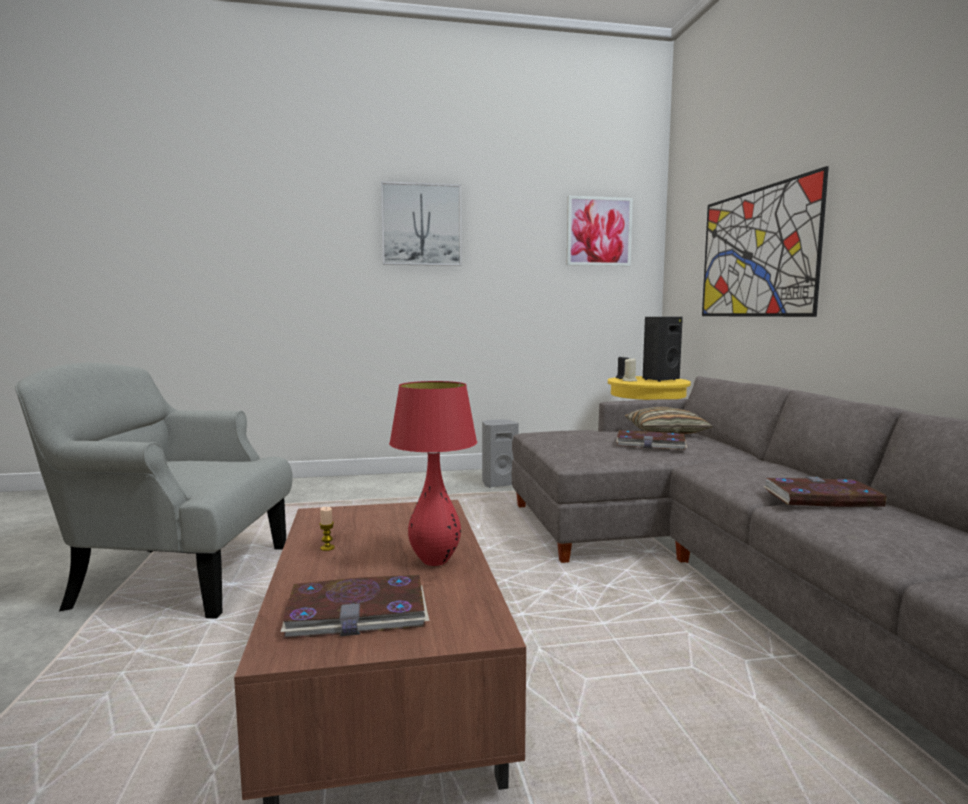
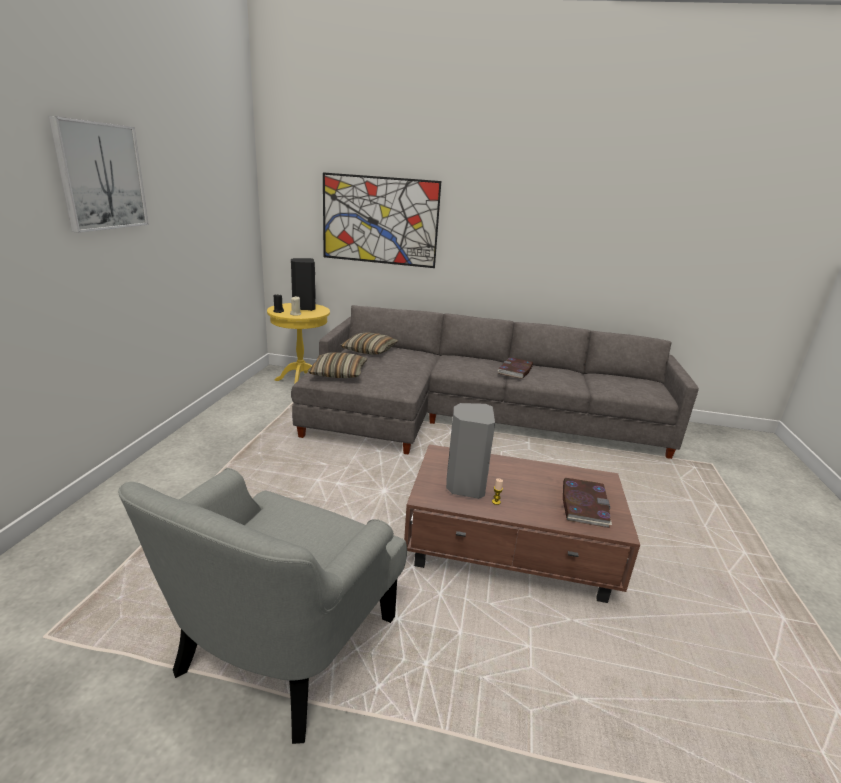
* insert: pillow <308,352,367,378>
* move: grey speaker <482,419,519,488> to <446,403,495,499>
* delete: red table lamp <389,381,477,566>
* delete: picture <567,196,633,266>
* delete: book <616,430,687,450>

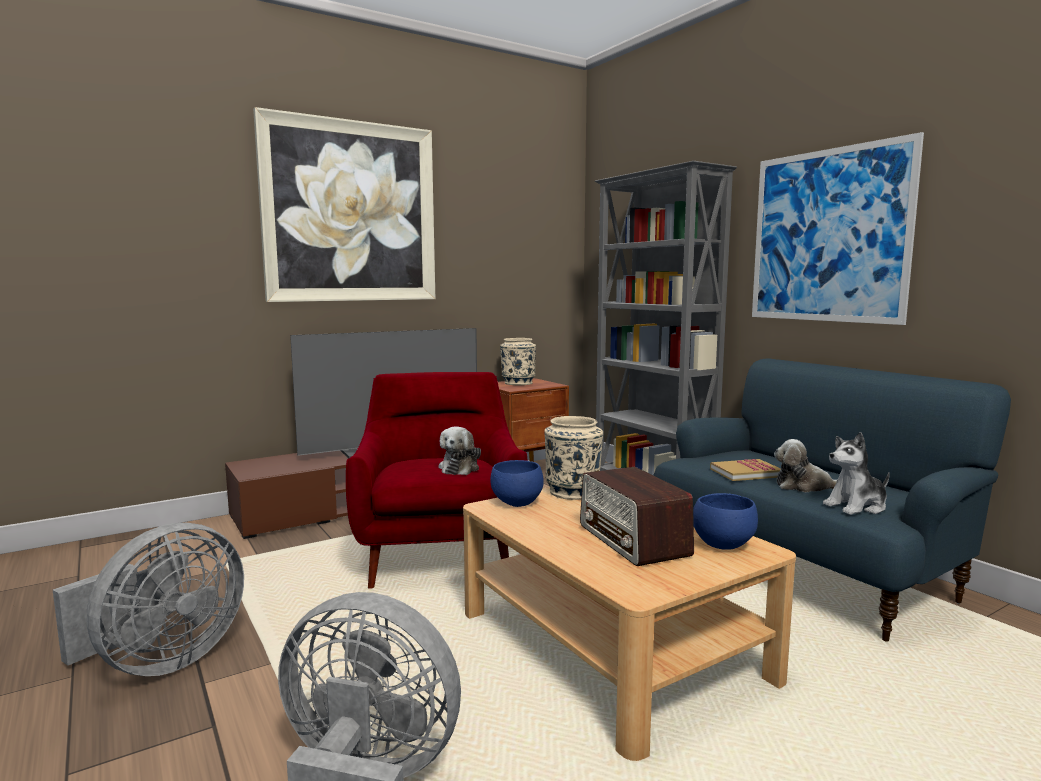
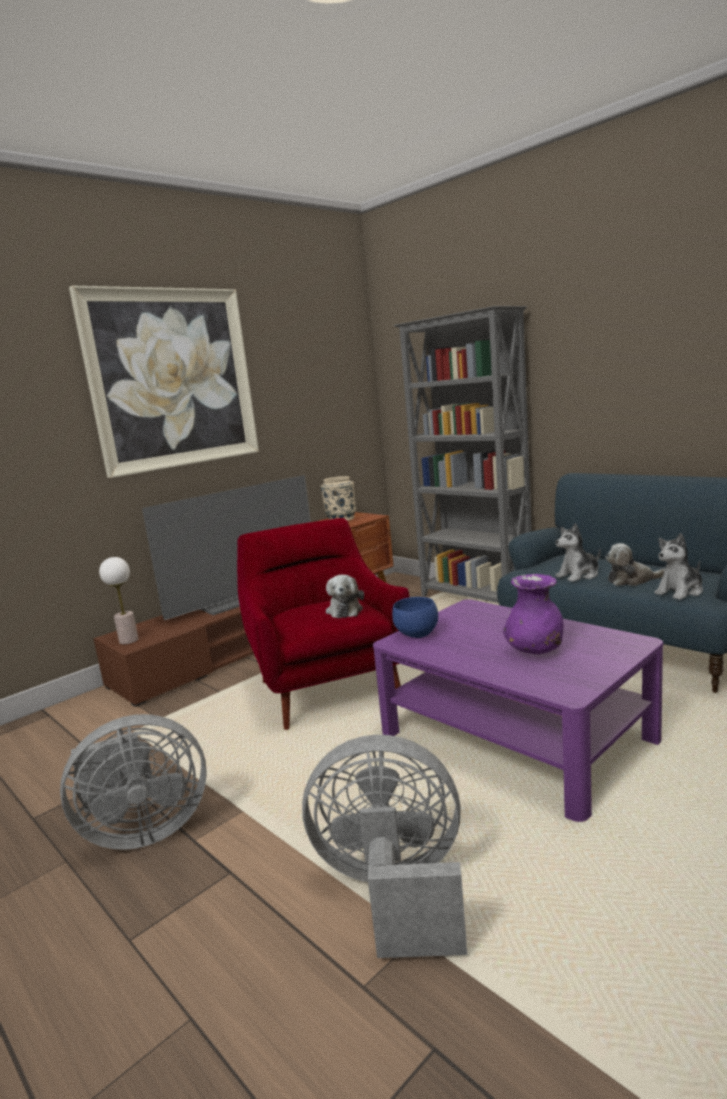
* rotate: grey fan <53,523,244,676> = <60,714,207,850> 45 degrees clockwise
* insert: table lamp <99,557,139,644>
* recolor: beige coffee table <463,487,796,761> to purple coffee table <373,599,663,822>
* replace: radio <580,467,694,566> to purple vase <503,574,563,654>
* replace: book <710,459,781,481> to plush toy <555,523,601,582>
* delete: beige vase <544,416,603,500>
* delete: blue bowl <693,493,758,550>
* delete: picture <752,132,924,325>

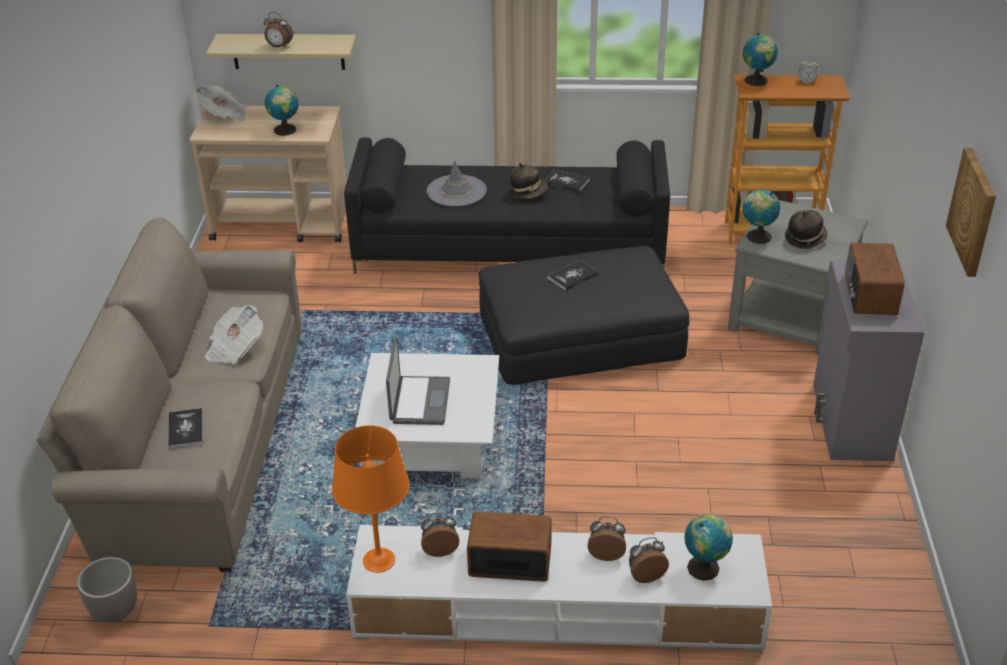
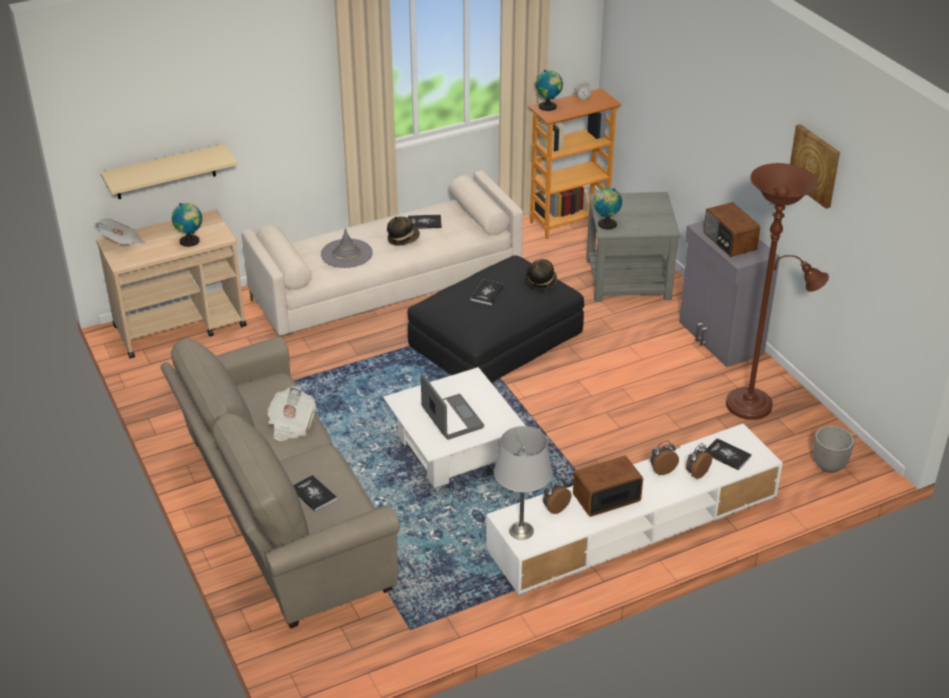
* recolor: black sofa <344,137,670,274> to beige sofa <242,171,523,337>
* recolor: orange table lamp <332,425,410,573> to grey table lamp <494,426,552,540>
* move: hat <785,210,828,249> to <525,259,557,291>
* replace: globe <684,514,733,581> to book <704,438,752,471>
* insert: brown floor lamp <726,163,829,420>
* move: planter <77,557,137,623> to <813,426,854,473>
* delete: alarm clock <263,12,293,48>

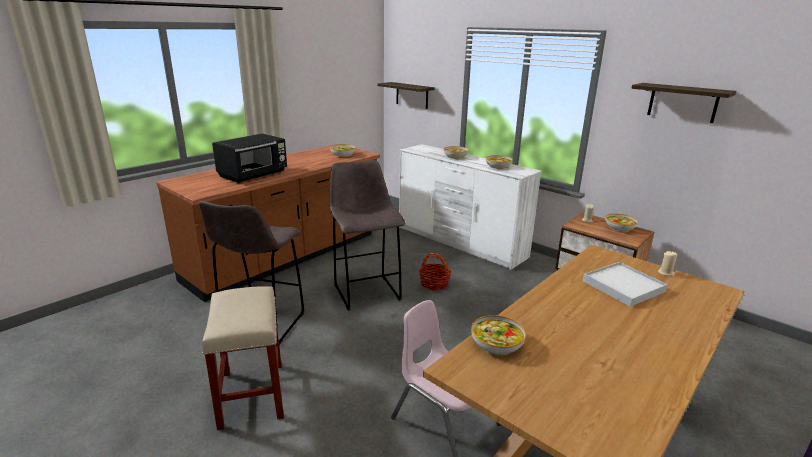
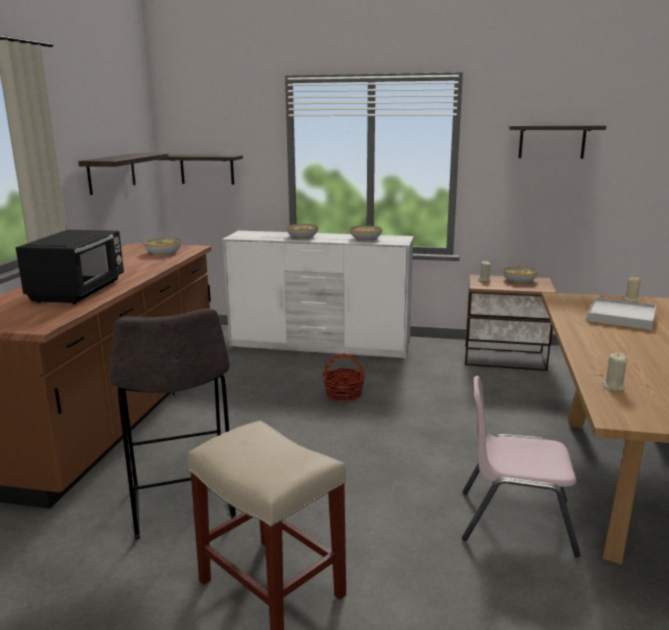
* insert: shelf <78,153,169,195>
* replace: bowl <471,315,526,355> to beige candle <602,353,627,391>
* delete: grey stool <330,160,405,311>

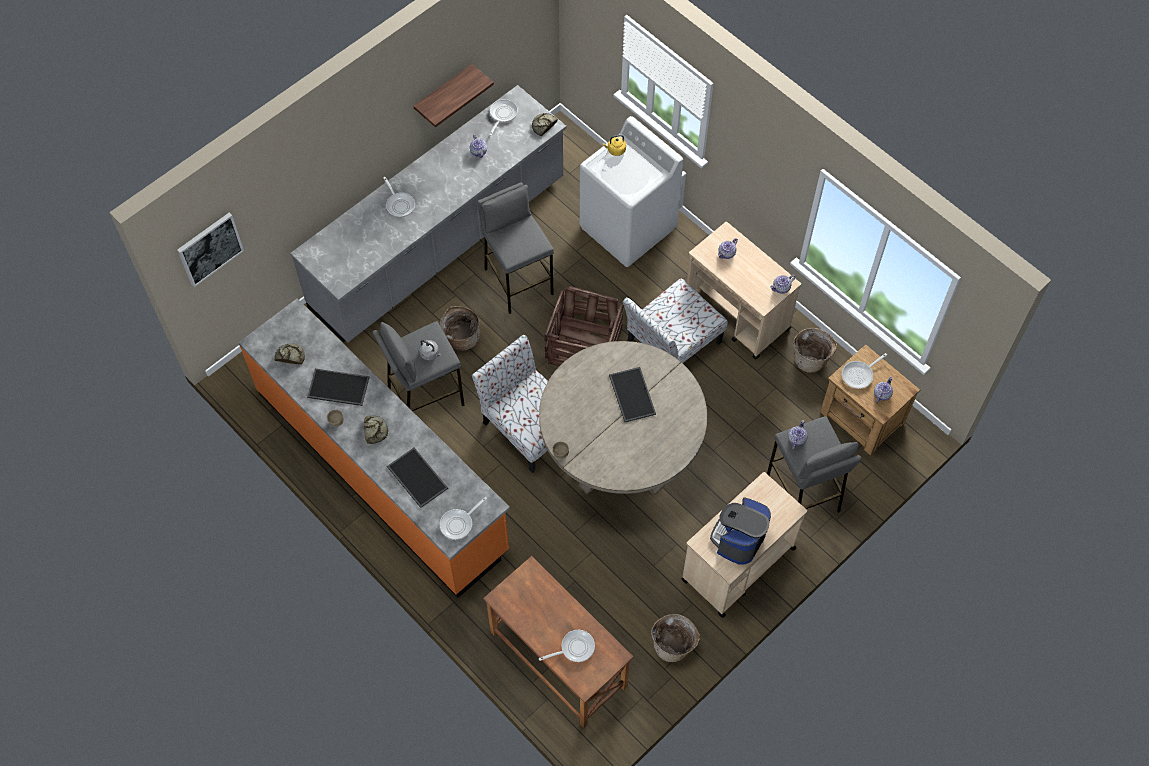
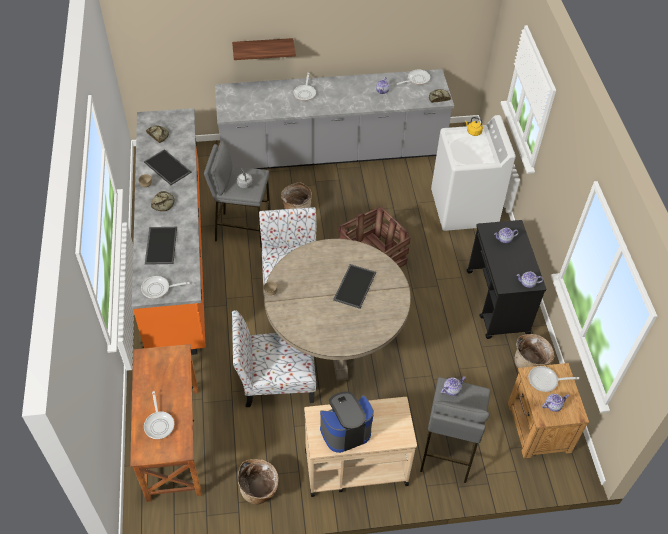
* rotate: frying pan <539,630,595,662> = <144,391,174,439> 60 degrees clockwise
* move: shelf <414,64,494,127> to <232,38,296,60>
* move: chair <623,279,728,363> to <232,310,316,407>
* recolor: beige cart <687,222,801,359> to black cart <467,220,546,339>
* delete: picture <177,213,244,287>
* delete: grey stool <478,182,554,314>

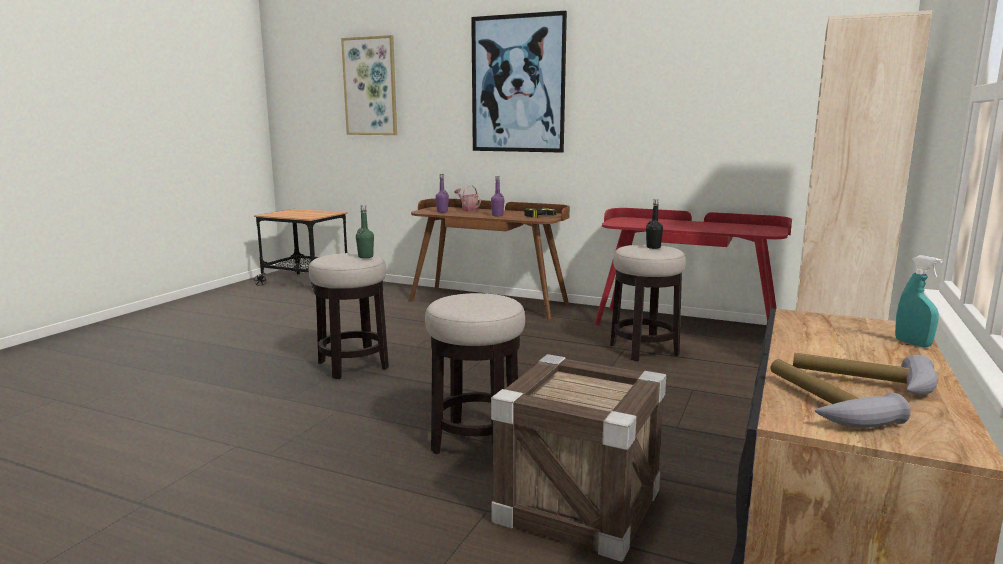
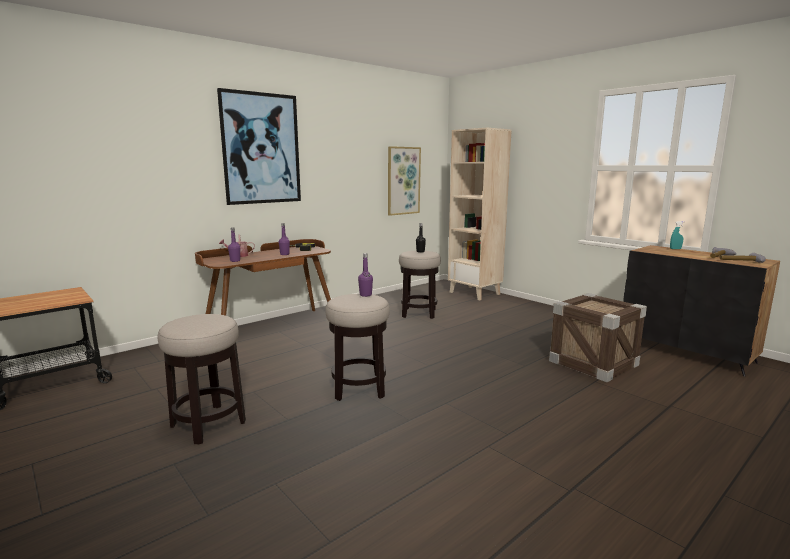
* move: stool <425,293,525,454> to <158,314,246,445>
* recolor: green bottle <356,205,374,258> to purple bottle <358,253,373,297>
* move: picture <341,35,397,135> to <388,146,421,216>
* delete: red desk <594,208,792,325>

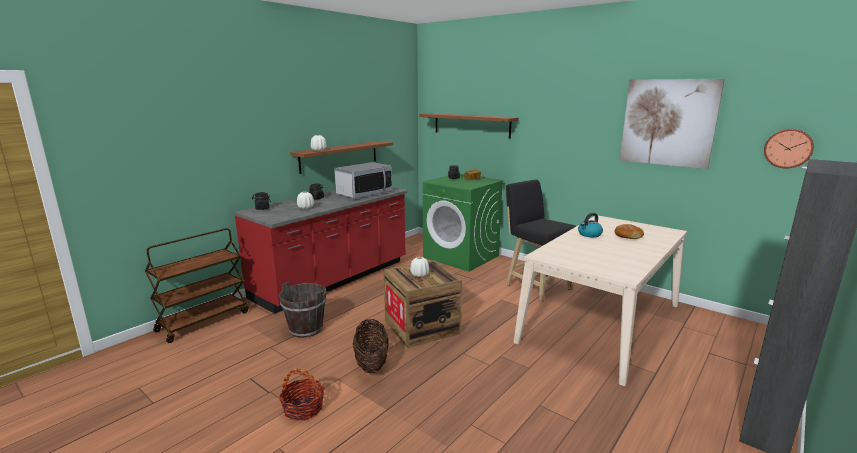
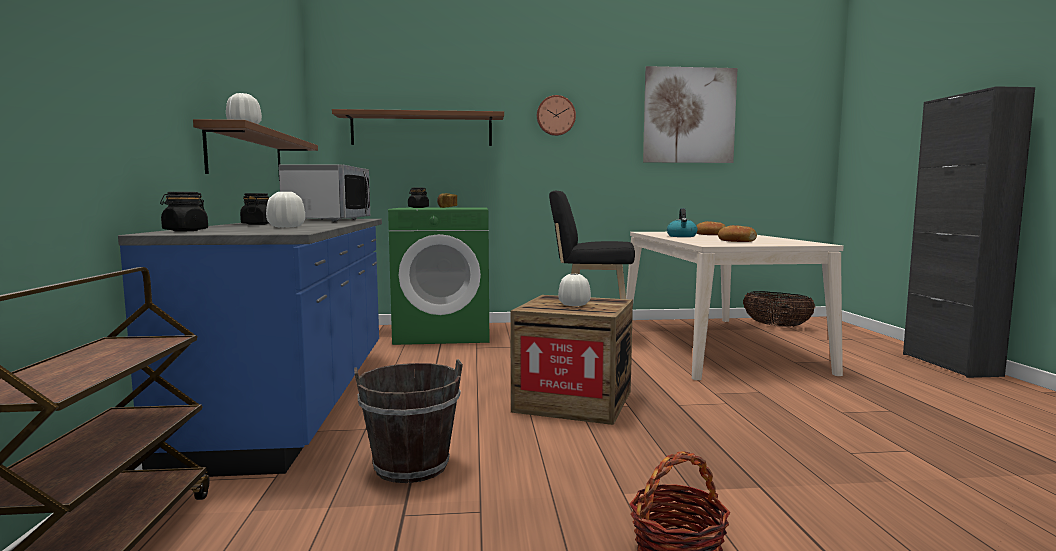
* recolor: red counter <234,187,407,314> to blue counter <118,219,382,477>
* move: wall clock <764,129,814,168> to <537,95,576,136>
* insert: bread <718,225,757,242>
* move: basket <353,319,389,373> to <743,291,815,327>

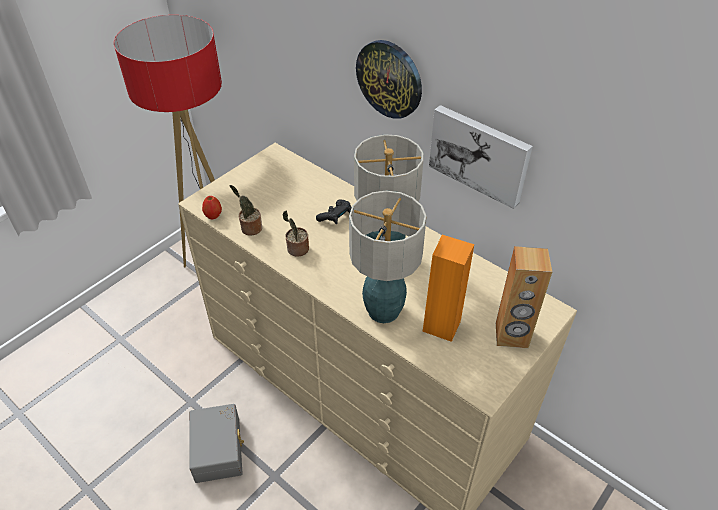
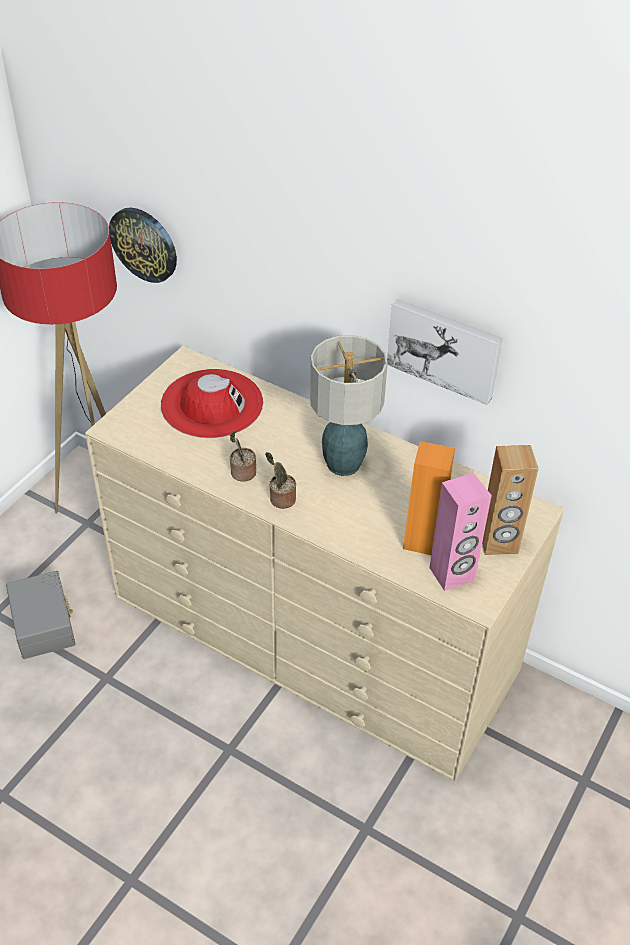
* move: grey storage box <189,404,244,483> to <6,571,76,659>
* move: wall clock <356,40,422,119> to <109,207,177,283>
* insert: red hat <161,369,263,438>
* move: potted plant <229,185,262,236> to <265,452,296,509>
* insert: pink speaker <429,473,492,591>
* delete: apple <202,196,222,219>
* delete: black game controller <316,199,352,224>
* delete: table lamp <349,190,427,323>

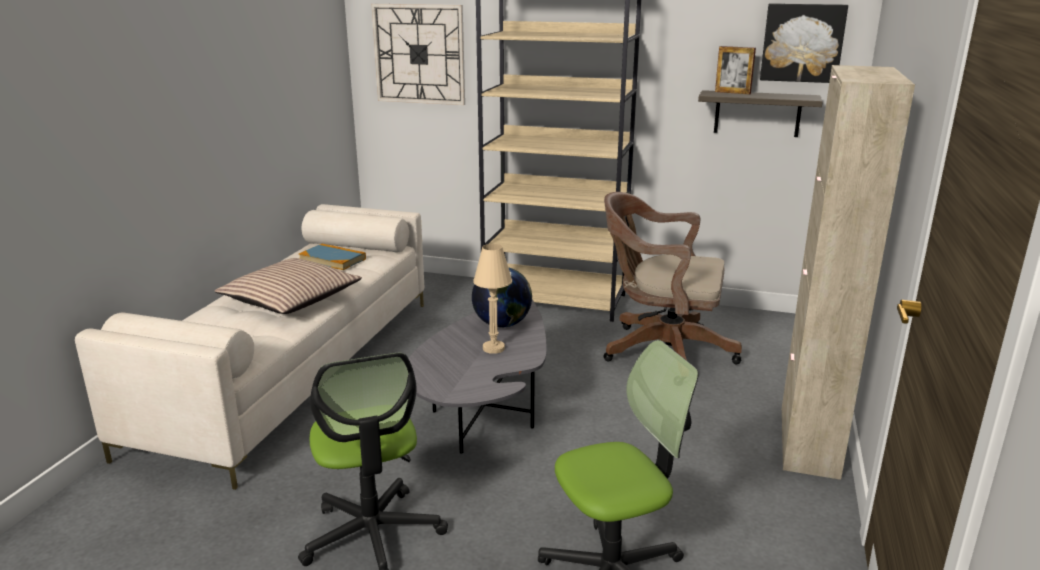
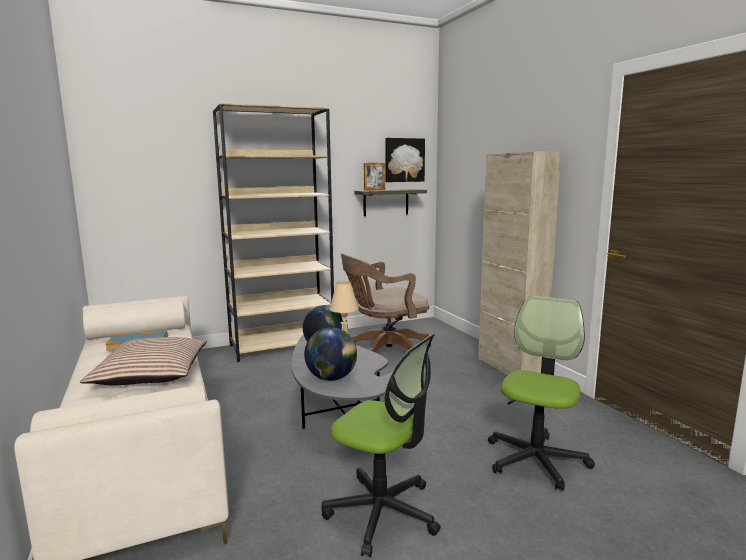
* insert: globe <304,327,357,381>
* delete: wall clock <371,4,465,105>

